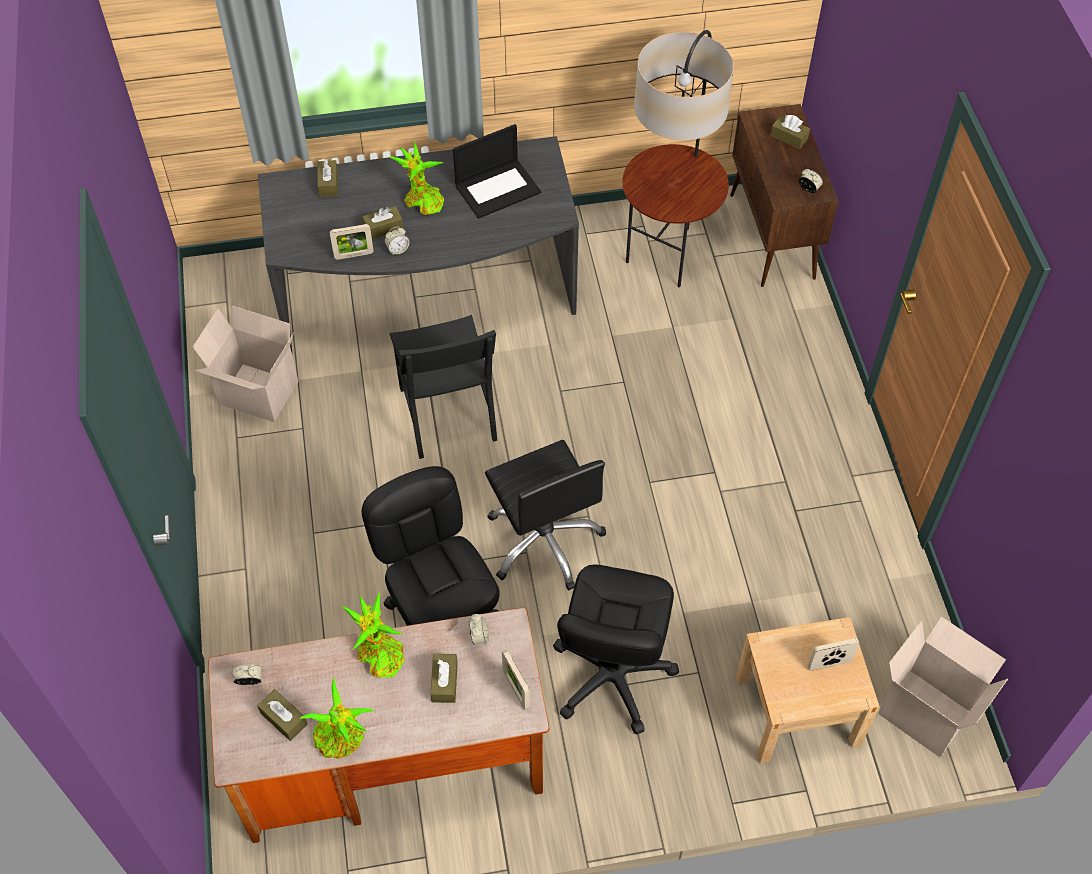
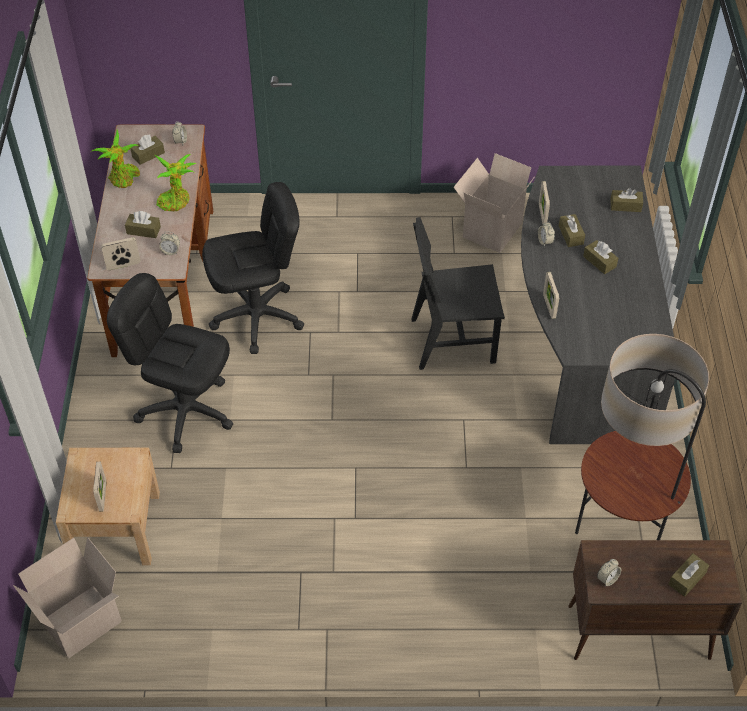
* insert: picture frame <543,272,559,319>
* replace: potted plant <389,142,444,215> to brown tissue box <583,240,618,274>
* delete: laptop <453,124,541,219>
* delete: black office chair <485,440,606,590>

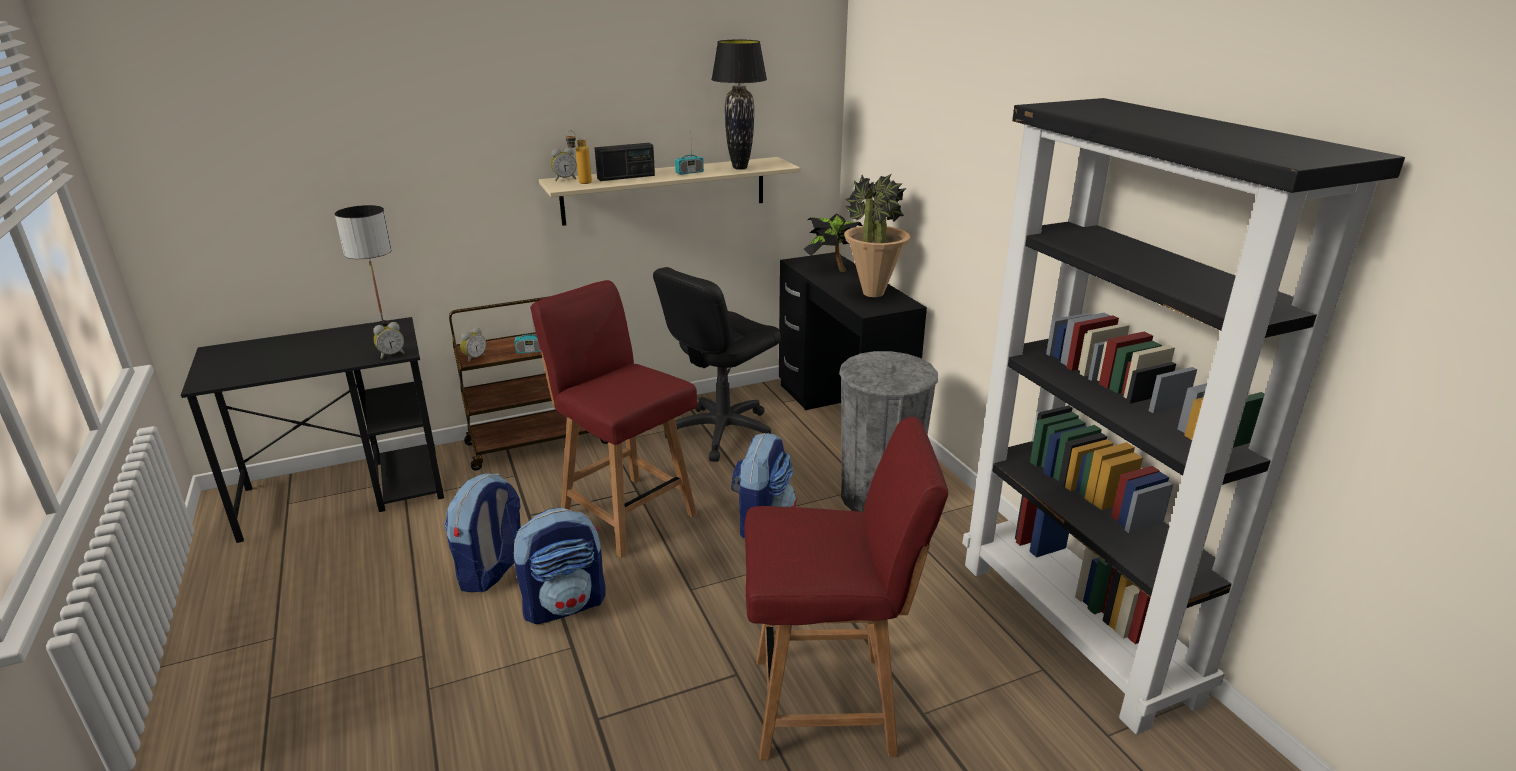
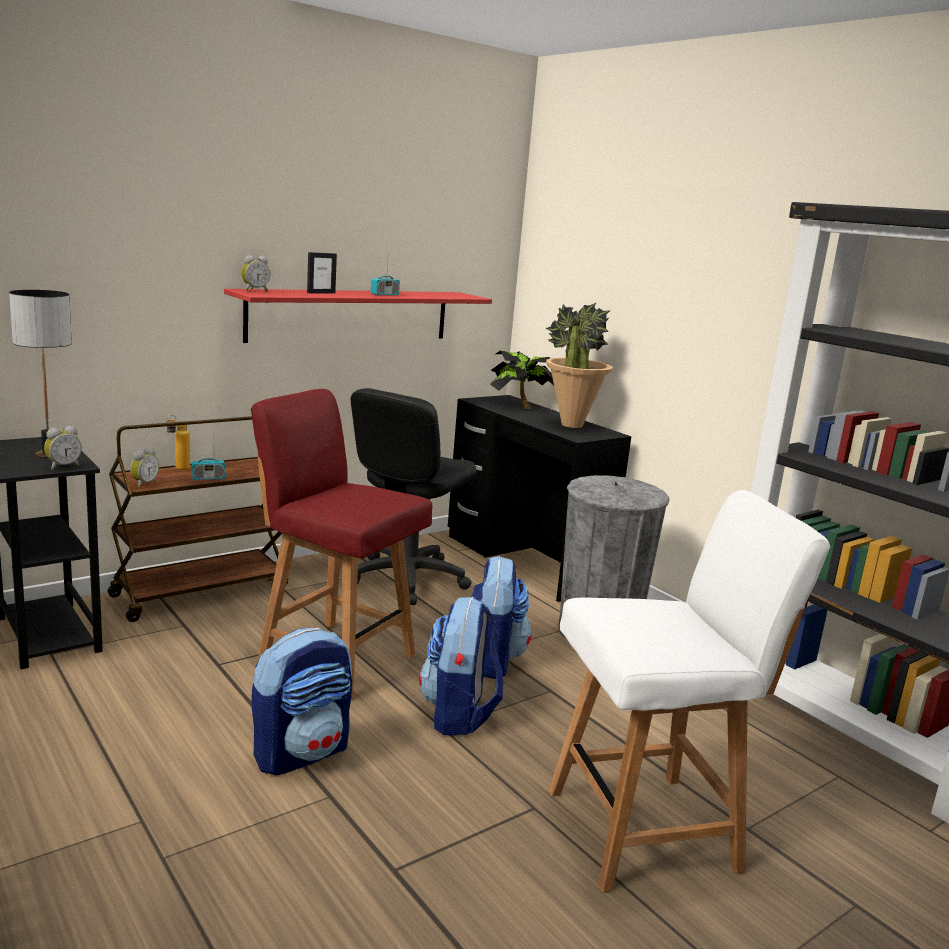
* move: bottle <565,130,592,184> to <166,415,190,470>
* recolor: beige shelf <539,157,801,226> to red shelf <224,289,492,343>
* replace: radio <595,143,655,181> to picture frame <307,252,337,294>
* move: backpack <445,473,521,592> to <419,597,503,735>
* recolor: red chair <745,417,948,760> to white chair <549,490,830,892>
* delete: black table lamp <711,39,767,170>

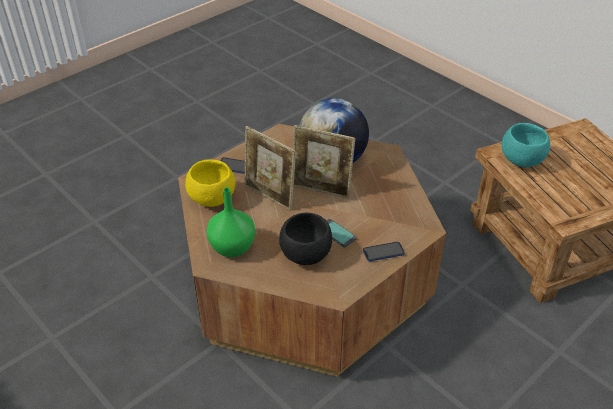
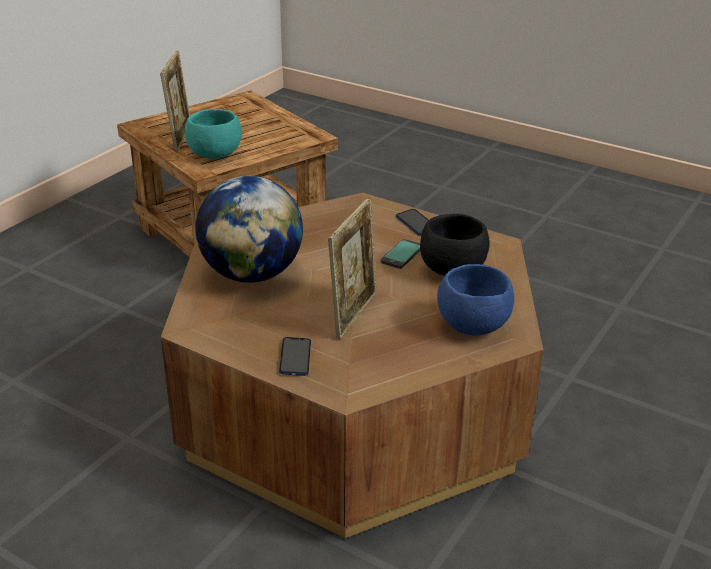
* move: picture frame <293,125,355,198> to <160,51,190,152>
* replace: green vase <206,188,255,257> to blue bowl <437,264,514,336>
* delete: yellow bowl <185,159,235,207>

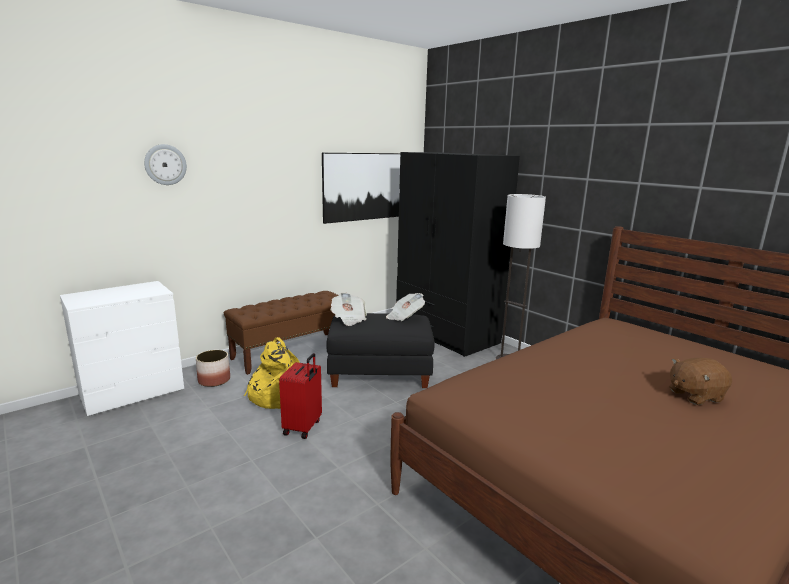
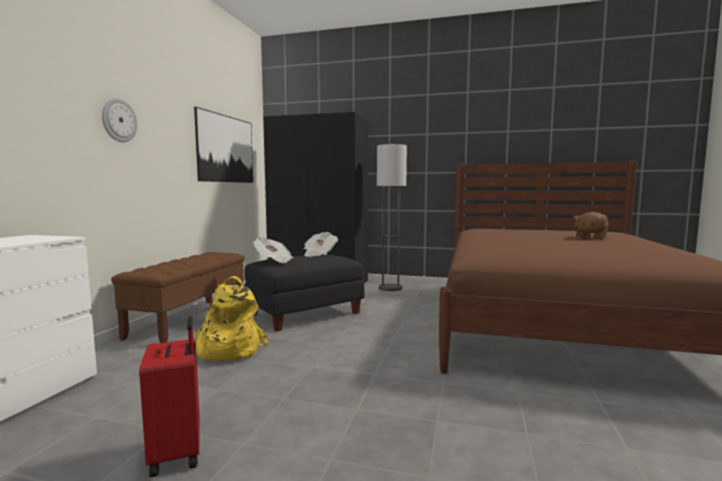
* move: wall clock <144,144,187,185> to <102,98,137,142>
* move: red suitcase <279,353,322,439> to <139,316,200,477>
* delete: planter <196,350,230,387>

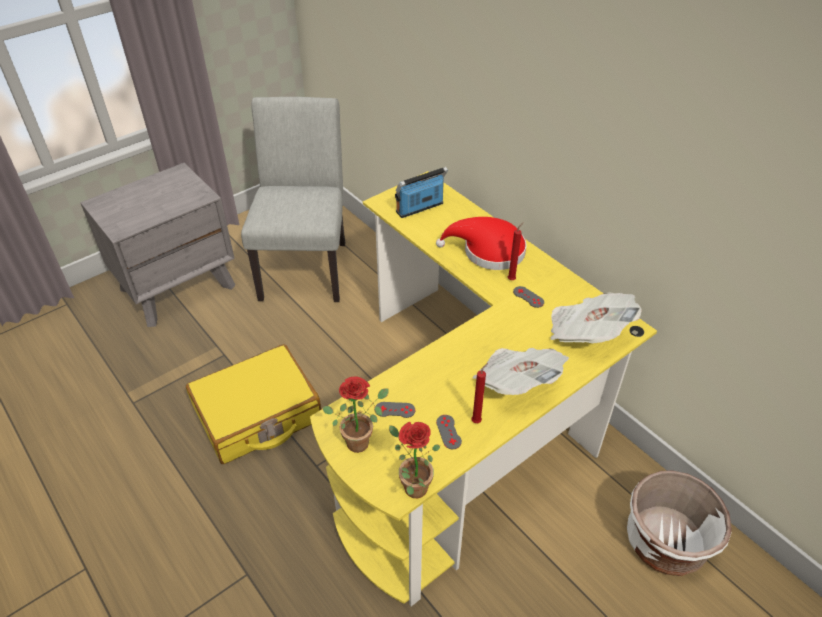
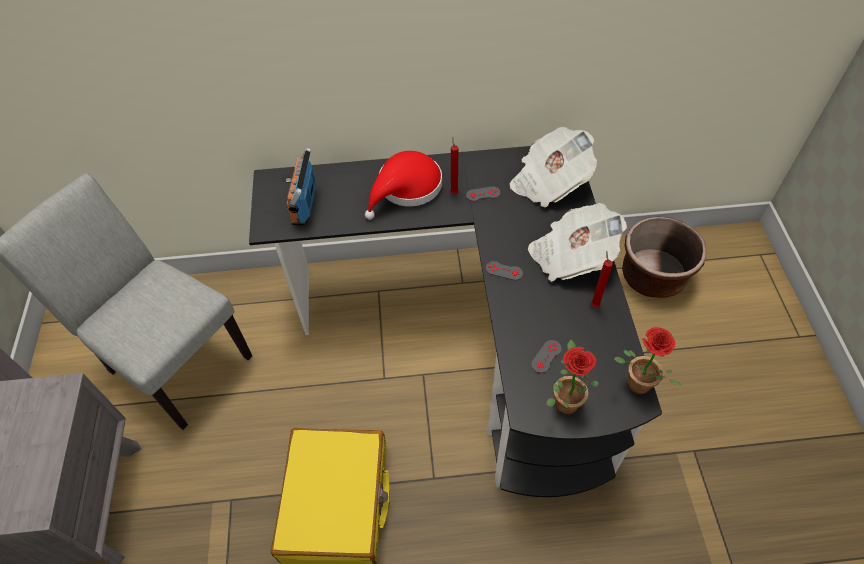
* recolor: yellow desk <310,171,657,606> to black desk <249,146,662,497>
* move: grey game controller <436,415,462,449> to <486,261,523,280>
* recolor: white planter <627,471,732,576> to brown planter <622,217,706,298>

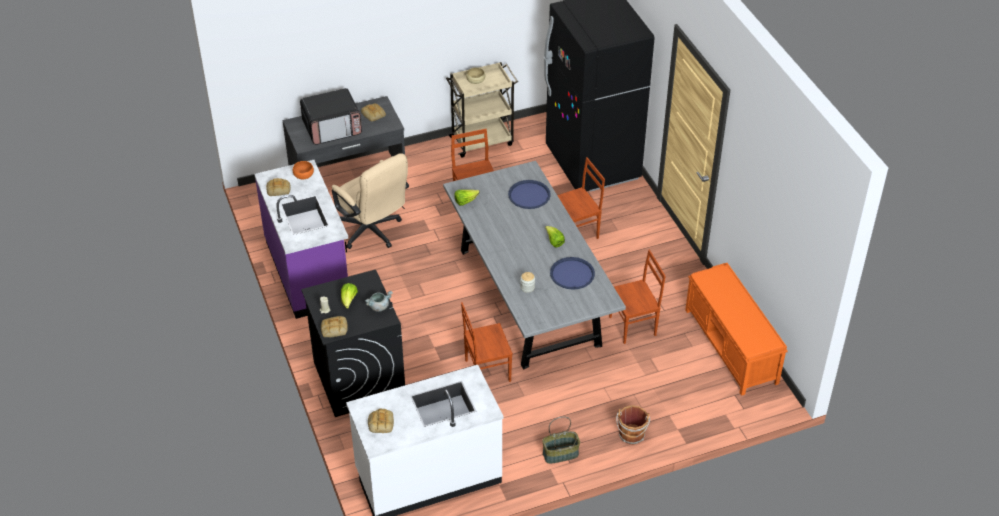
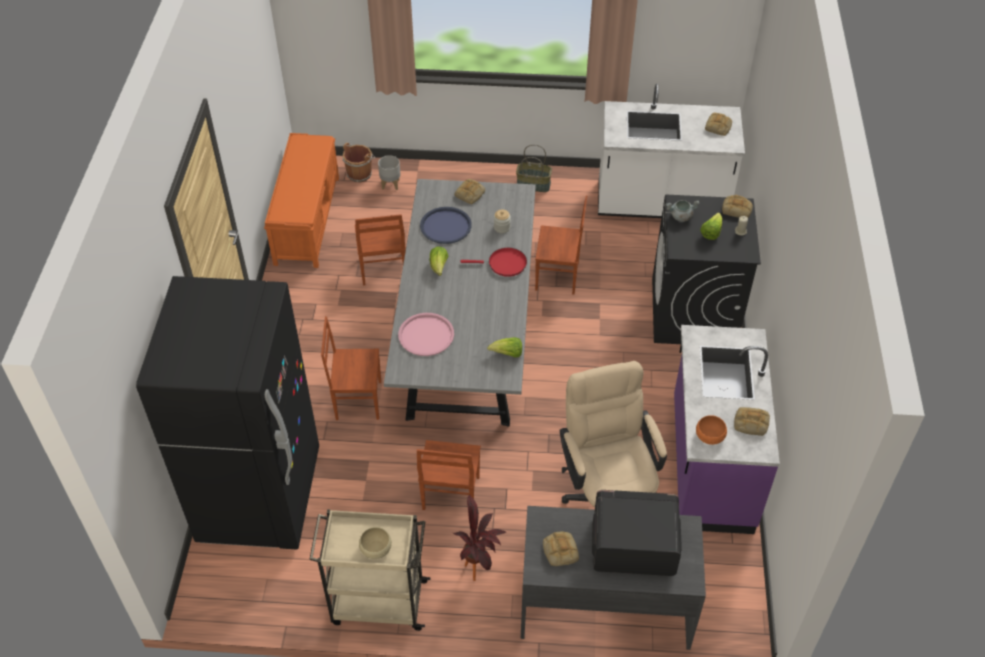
* move: brown bucket <616,405,650,445> to <342,143,375,183>
* rotate: brown chair <609,250,666,344> = <355,214,406,285> 105 degrees counterclockwise
* insert: grey planter <378,155,400,190>
* recolor: blue tray <508,180,551,209> to pink tray <398,313,454,356>
* insert: potted plant <453,495,507,581>
* insert: bread <454,179,485,204>
* insert: red frying pan <461,248,527,277>

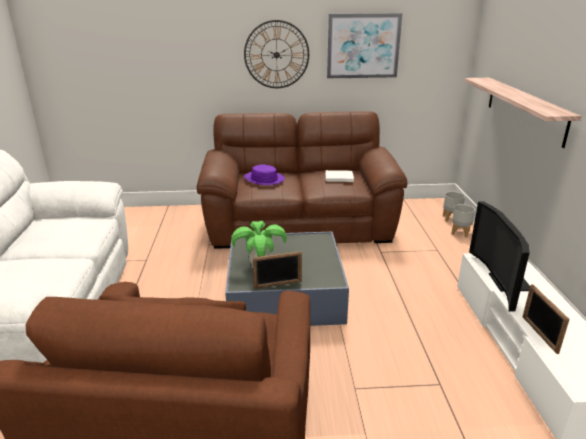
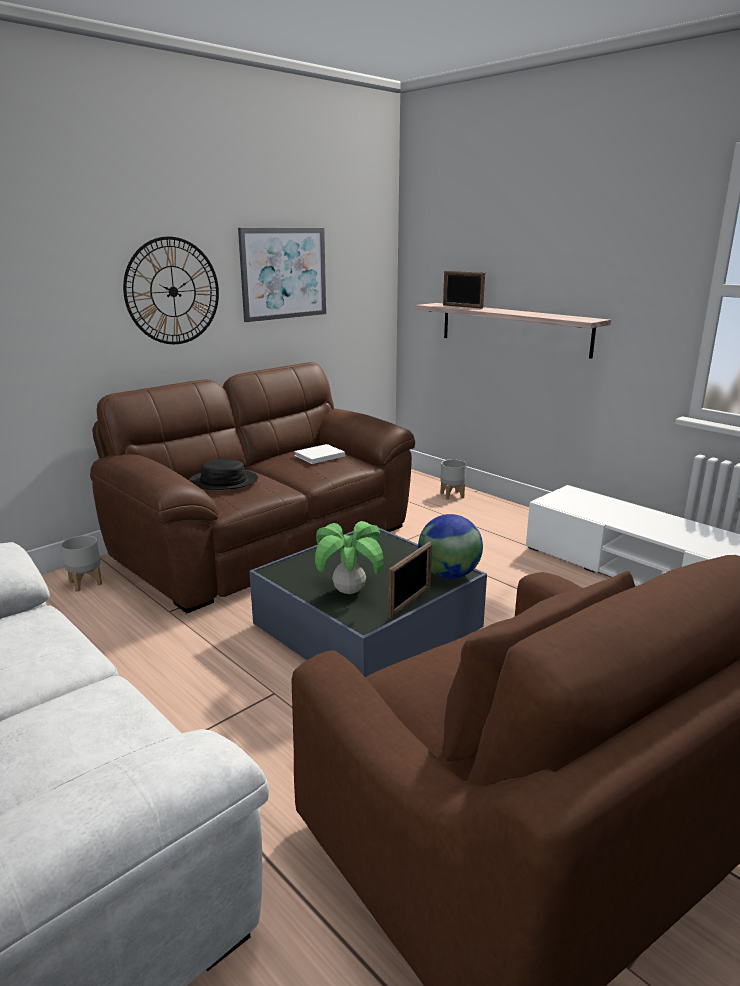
* move: grey planter <443,191,465,221> to <61,535,102,592>
* recolor: purple hat <244,164,285,185> to black hat <189,459,258,490>
* insert: globe <418,514,483,579>
* move: picture frame <523,284,570,354> to <443,271,485,309>
* delete: television <469,202,530,311>

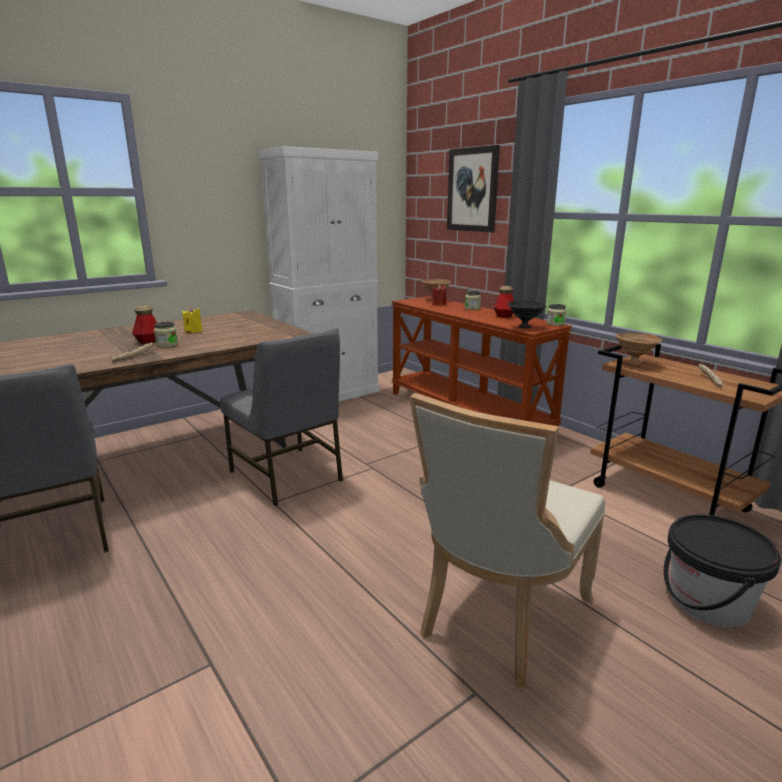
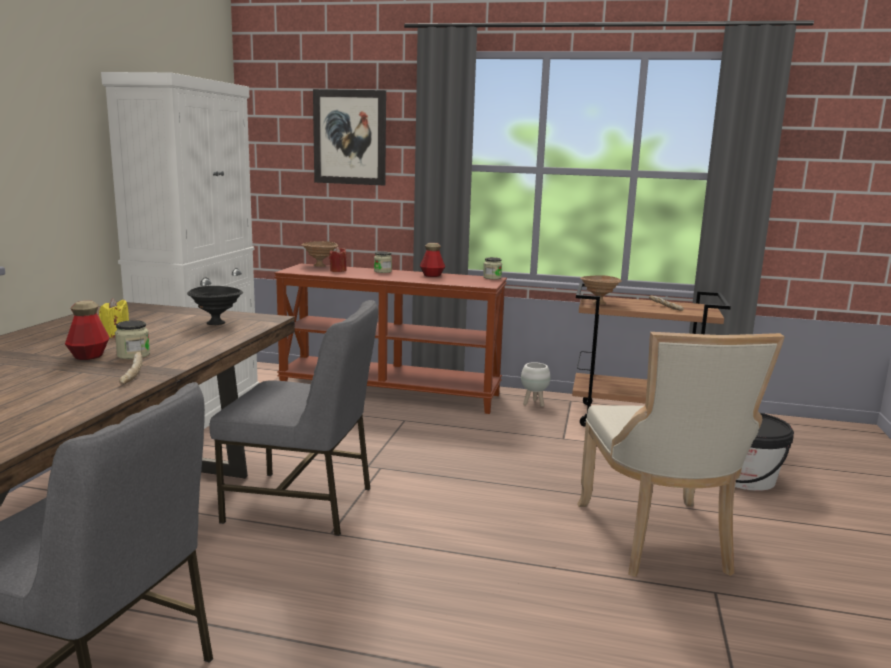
* move: black bowl <508,300,547,328> to <187,286,243,325>
* insert: white planter <521,362,550,407>

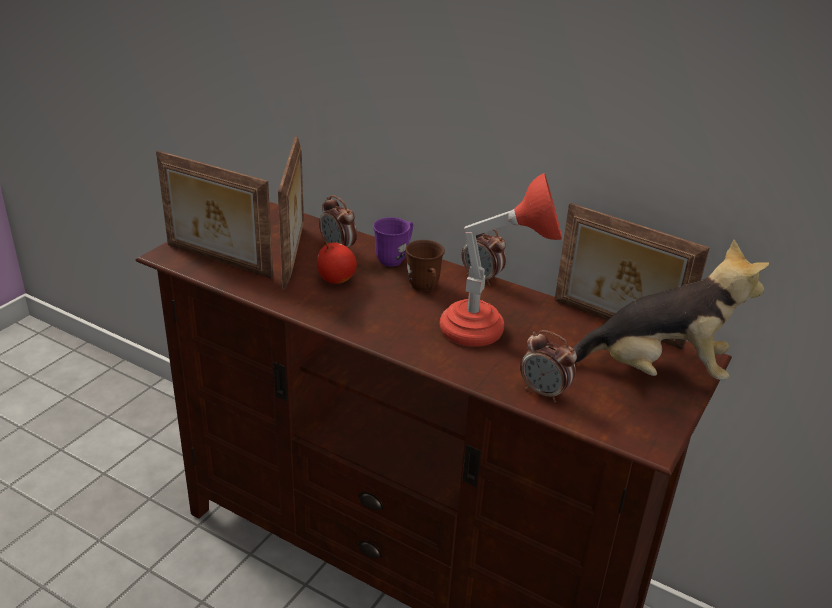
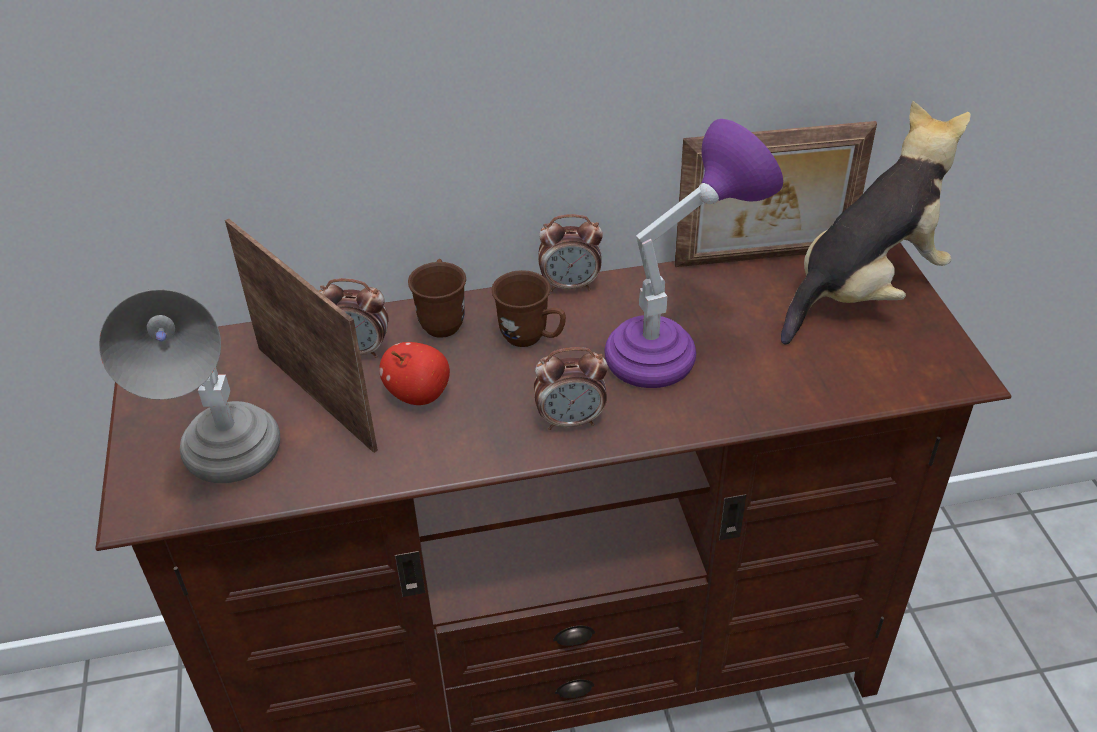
* replace: picture frame <156,151,273,279> to grey table lamp <99,289,280,483>
* recolor: purple mug <373,217,413,266> to brown mug <408,259,466,338>
* move: alarm clock <520,330,577,402> to <534,347,608,430>
* recolor: red table lamp <440,173,562,347> to purple table lamp <604,119,783,388>

